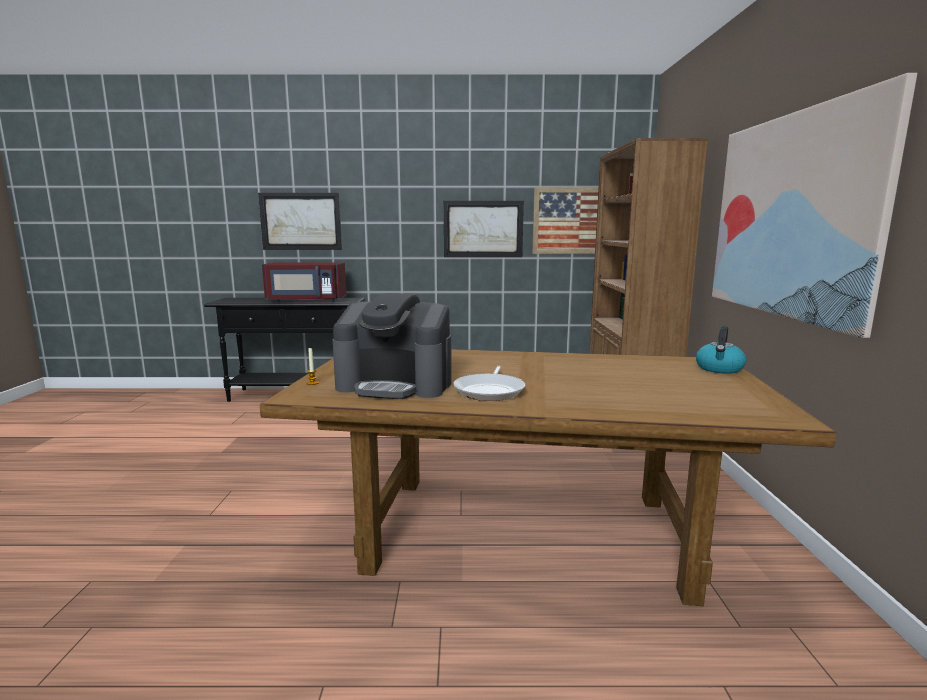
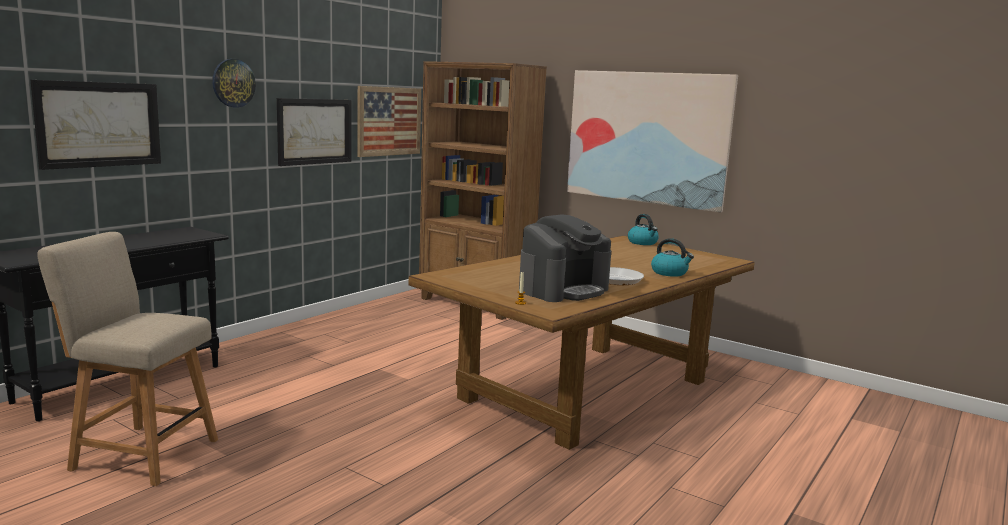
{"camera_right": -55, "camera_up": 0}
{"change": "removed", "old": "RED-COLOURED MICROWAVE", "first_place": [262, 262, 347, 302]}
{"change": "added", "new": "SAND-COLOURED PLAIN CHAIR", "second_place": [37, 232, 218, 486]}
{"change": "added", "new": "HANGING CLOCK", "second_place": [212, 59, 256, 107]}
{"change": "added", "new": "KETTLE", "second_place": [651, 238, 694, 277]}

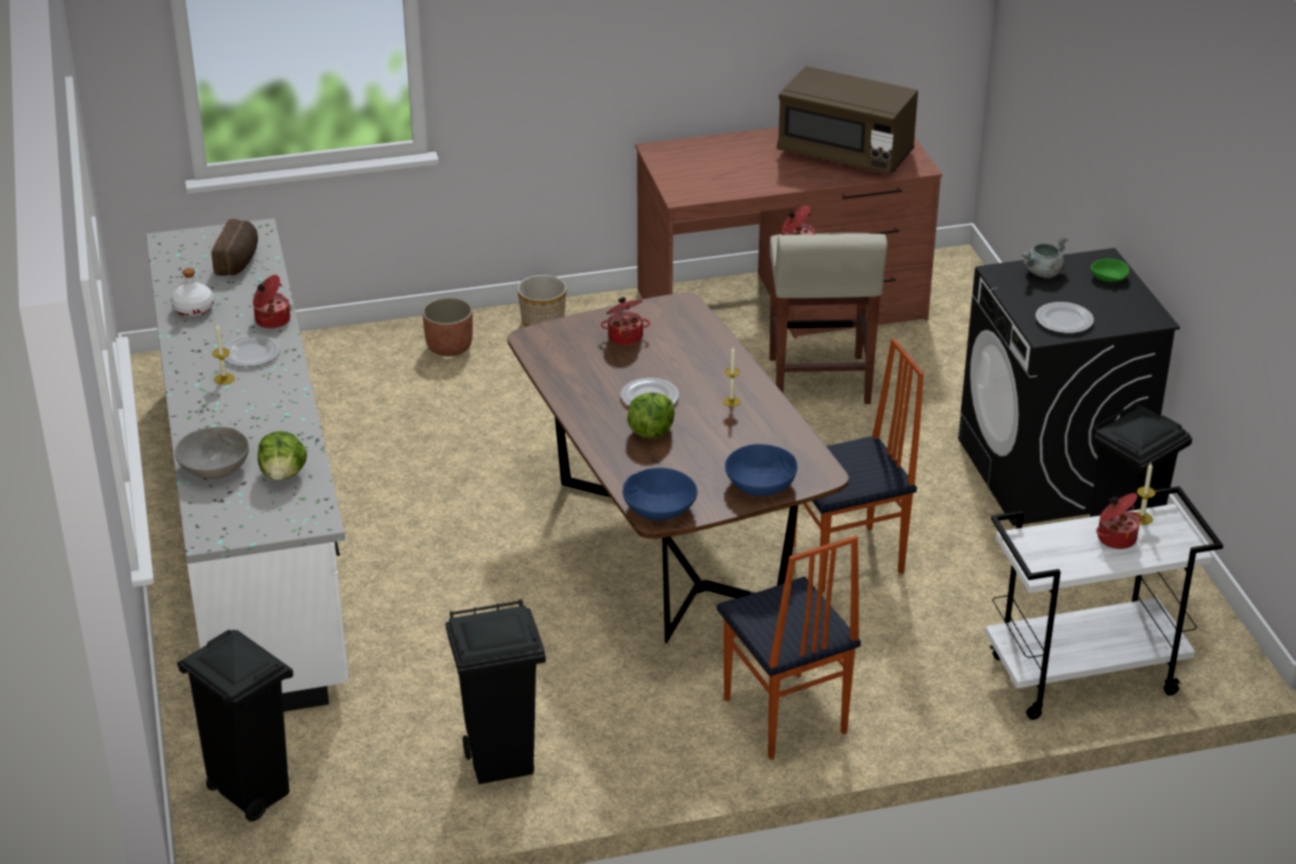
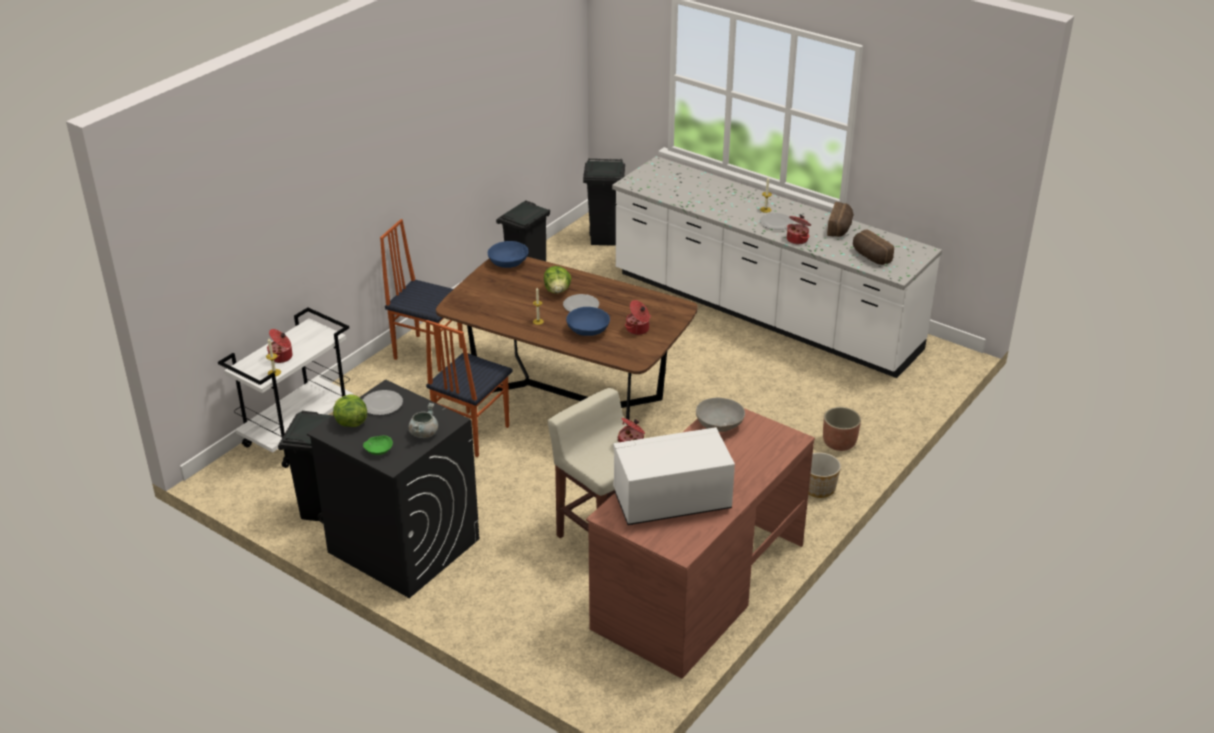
{"camera_right": 140, "camera_up": 0}
{"change": "replaced", "old": "WHITE BOTTLE", "new": "BAKERY BREAD", "first_place": [171, 268, 214, 317], "second_place": [827, 202, 854, 237]}
{"change": "moved", "old": "GREY DEEP DISH", "first_place": [175, 427, 249, 479], "second_place": [696, 398, 745, 432]}
{"change": "moved", "old": "LETTUCE HEAD", "first_place": [258, 431, 307, 481], "second_place": [333, 395, 367, 427]}
{"change": "moved", "old": "BLUE-COLOURED DEEP DISH", "first_place": [725, 444, 798, 496], "second_place": [566, 307, 610, 336]}
{"change": "recoloured", "old": "BROWN-COLOURED MICROWAVE", "new": "WHITE MICROWAVE", "first_place": [777, 66, 918, 174], "second_place": [613, 427, 735, 525]}

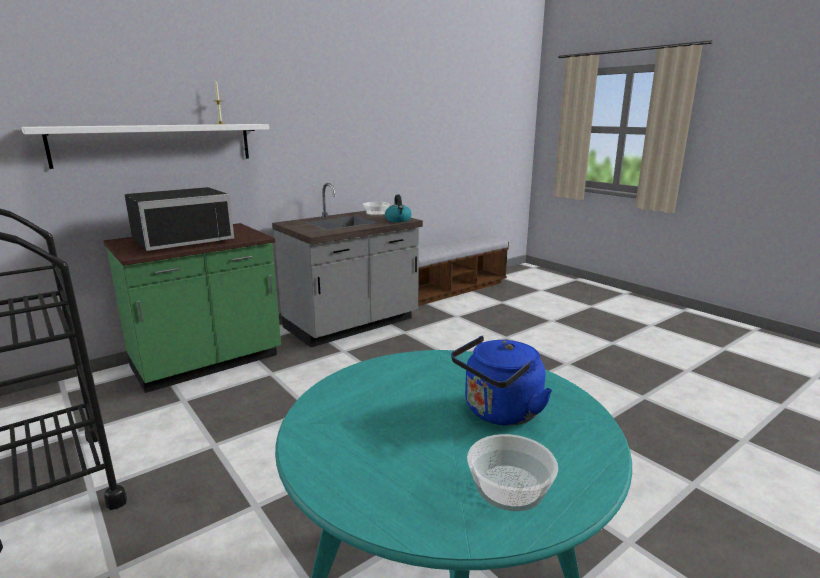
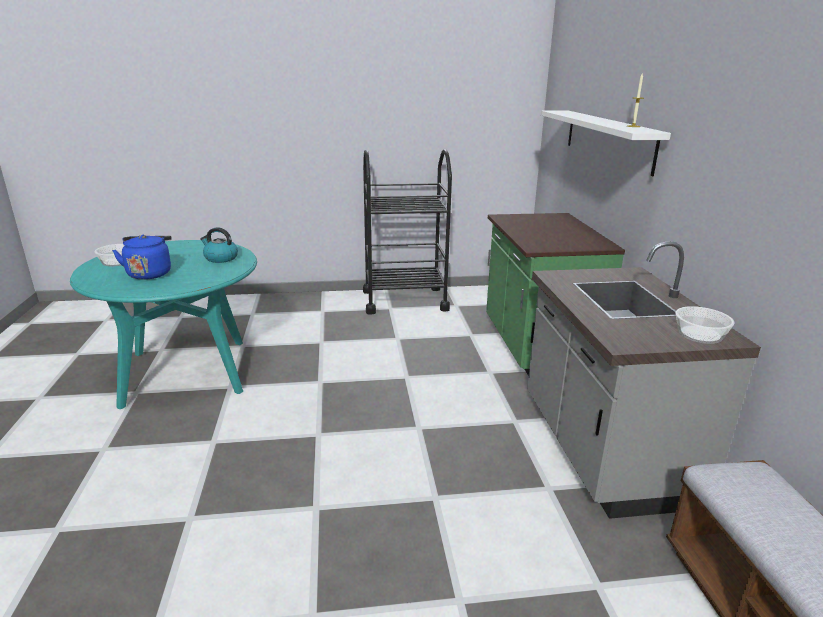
{"camera_right": 120, "camera_up": 5}
{"change": "removed", "old": "BLACK-COLOURED MICROWAVE", "first_place": [124, 187, 234, 251]}
{"change": "moved", "old": "KETTLE", "first_place": [385, 195, 412, 222], "second_place": [200, 227, 238, 263]}

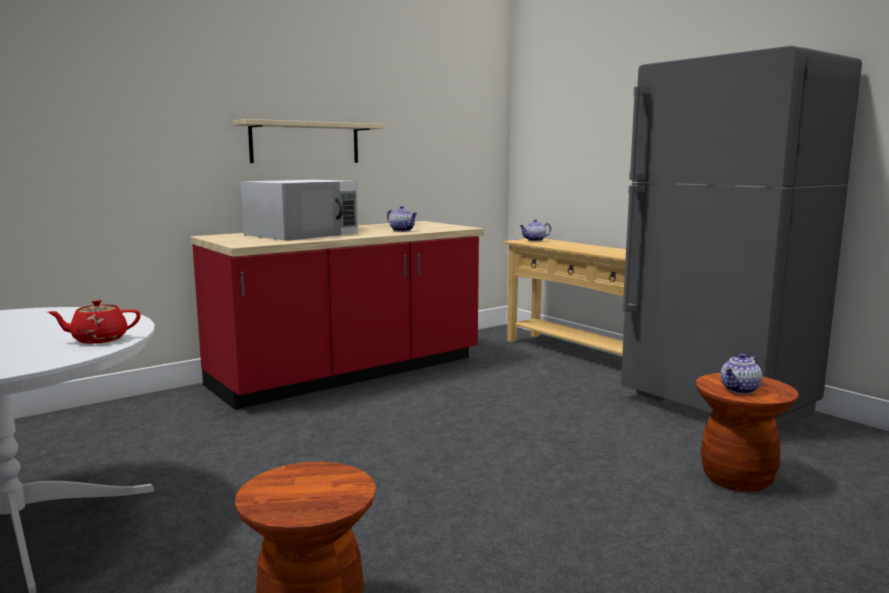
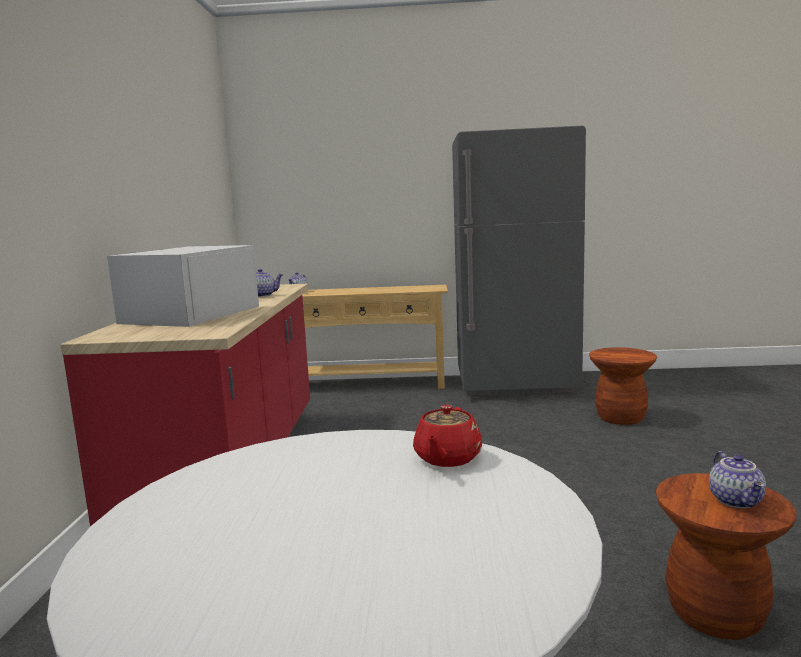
{"camera_right": -50, "camera_up": 0}
{"change": "removed", "old": "SAND-COLOURED SHELF", "first_place": [233, 119, 385, 163]}
{"change": "turned", "old": "WHITE MICROWAVE", "first_place": [241, 180, 358, 241], "second_place": [107, 245, 259, 327], "degrees": -150}
{"change": "moved", "old": "TEA POT", "first_place": [721, 354, 762, 394], "second_place": [709, 451, 766, 509]}

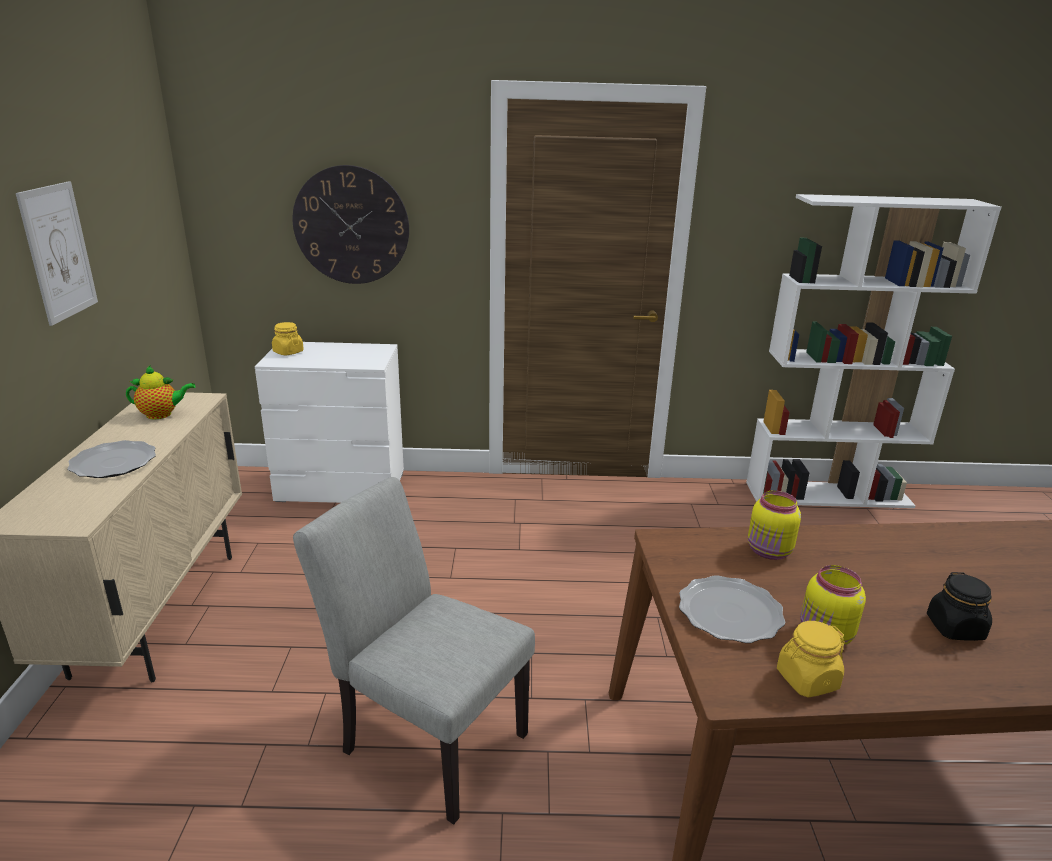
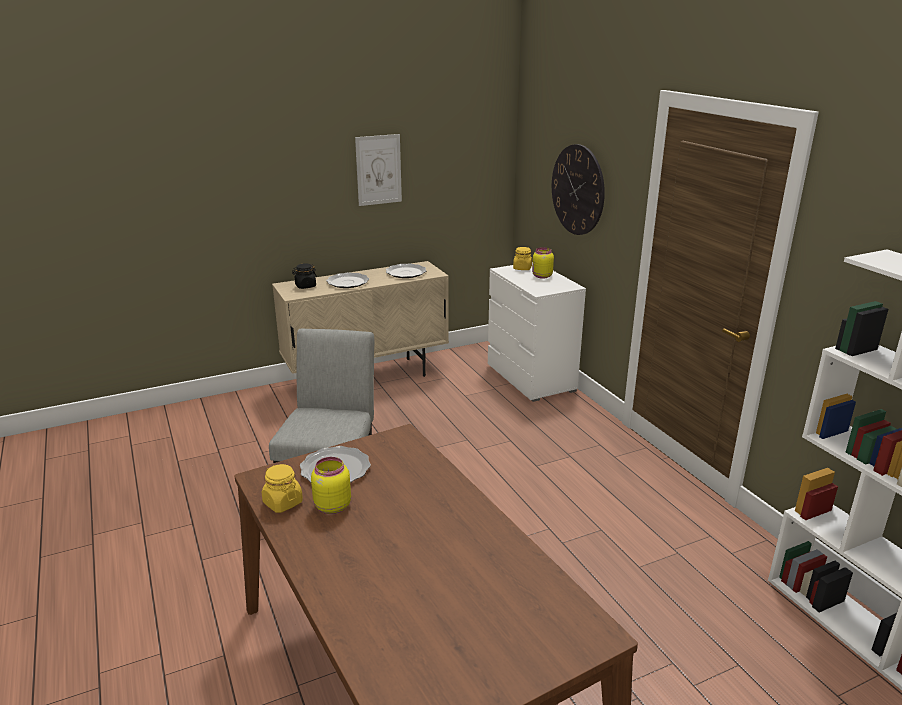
{"camera_right": 65, "camera_up": 0}
{"change": "replaced", "old": "TEA POT", "new": "DINNER PLATE", "first_place": [126, 366, 196, 419], "second_place": [386, 263, 426, 278]}
{"change": "moved", "old": "YELLOWISH JAR", "first_place": [748, 490, 801, 560], "second_place": [532, 247, 554, 279]}
{"change": "moved", "old": "BLACK-COLOURED JAR", "first_place": [927, 572, 992, 641], "second_place": [292, 264, 317, 289]}

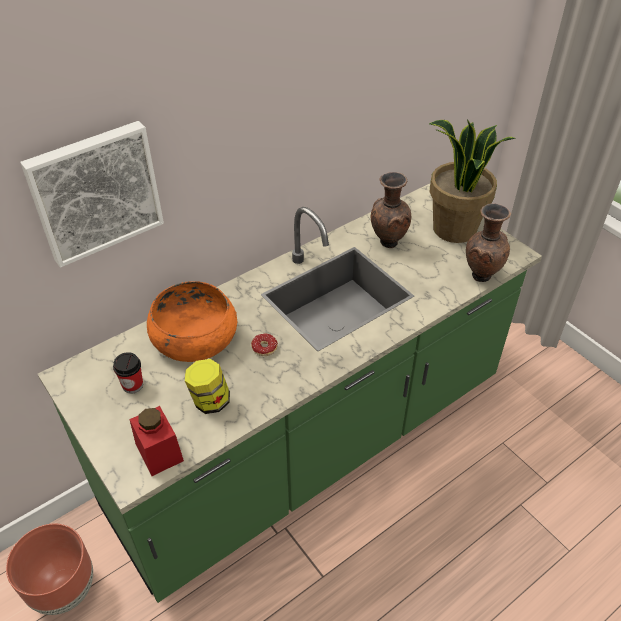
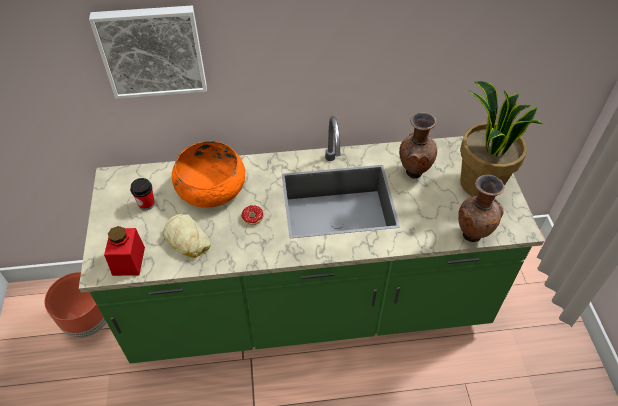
{"camera_right": 30, "camera_up": 5}
{"change": "replaced", "old": "JAR", "new": "BAKERY BREAD", "first_place": [184, 359, 230, 414], "second_place": [163, 214, 211, 258]}

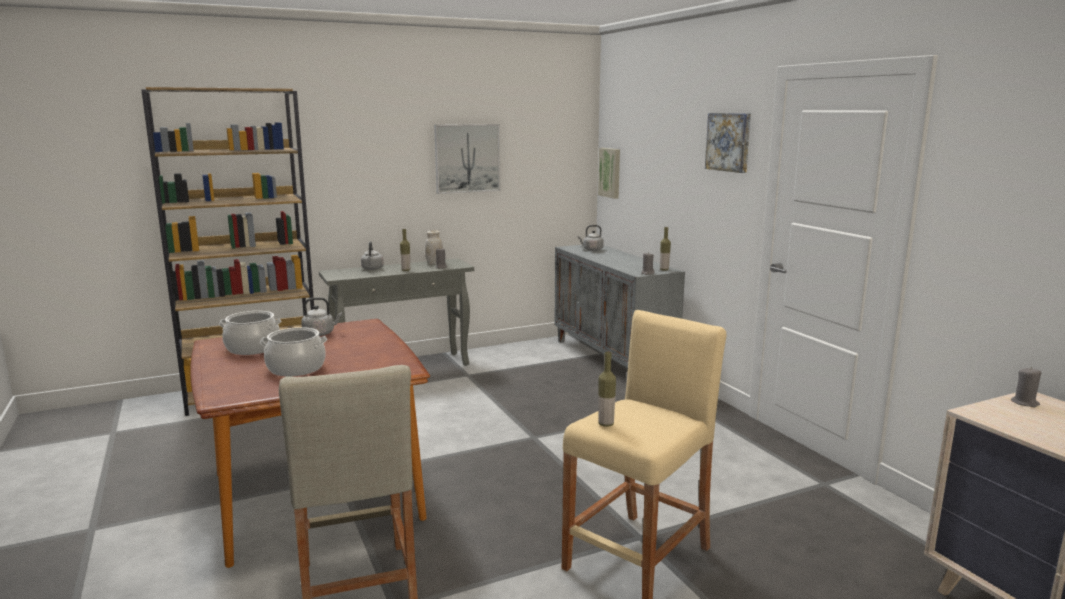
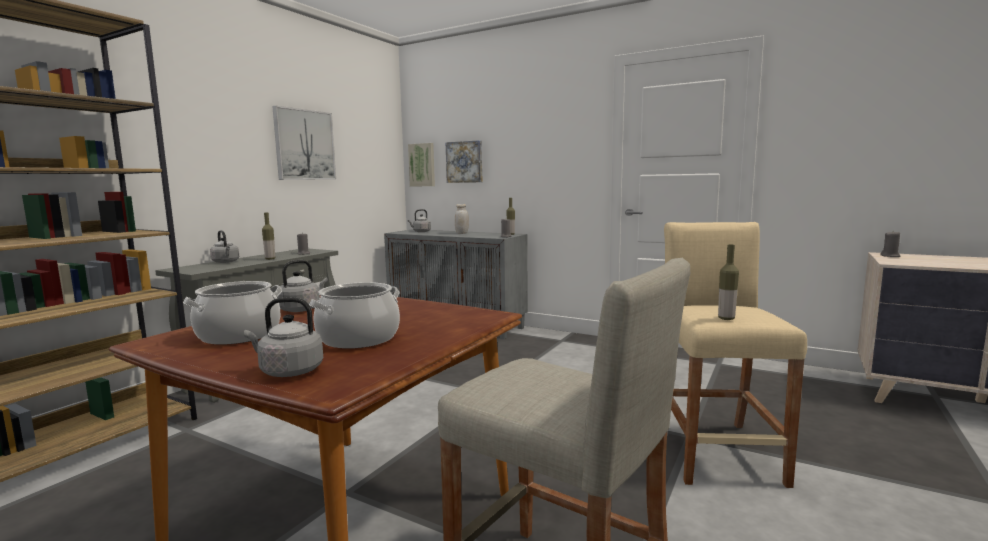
{"camera_right": -35, "camera_up": -5}
{"change": "moved", "old": "WHITE JAR", "first_place": [425, 230, 443, 265], "second_place": [455, 204, 469, 234]}
{"change": "moved", "old": "WALL ART", "first_place": [705, 113, 751, 173], "second_place": [446, 140, 482, 183]}
{"change": "added", "new": "GREY KETTLE", "second_place": [244, 297, 323, 377]}

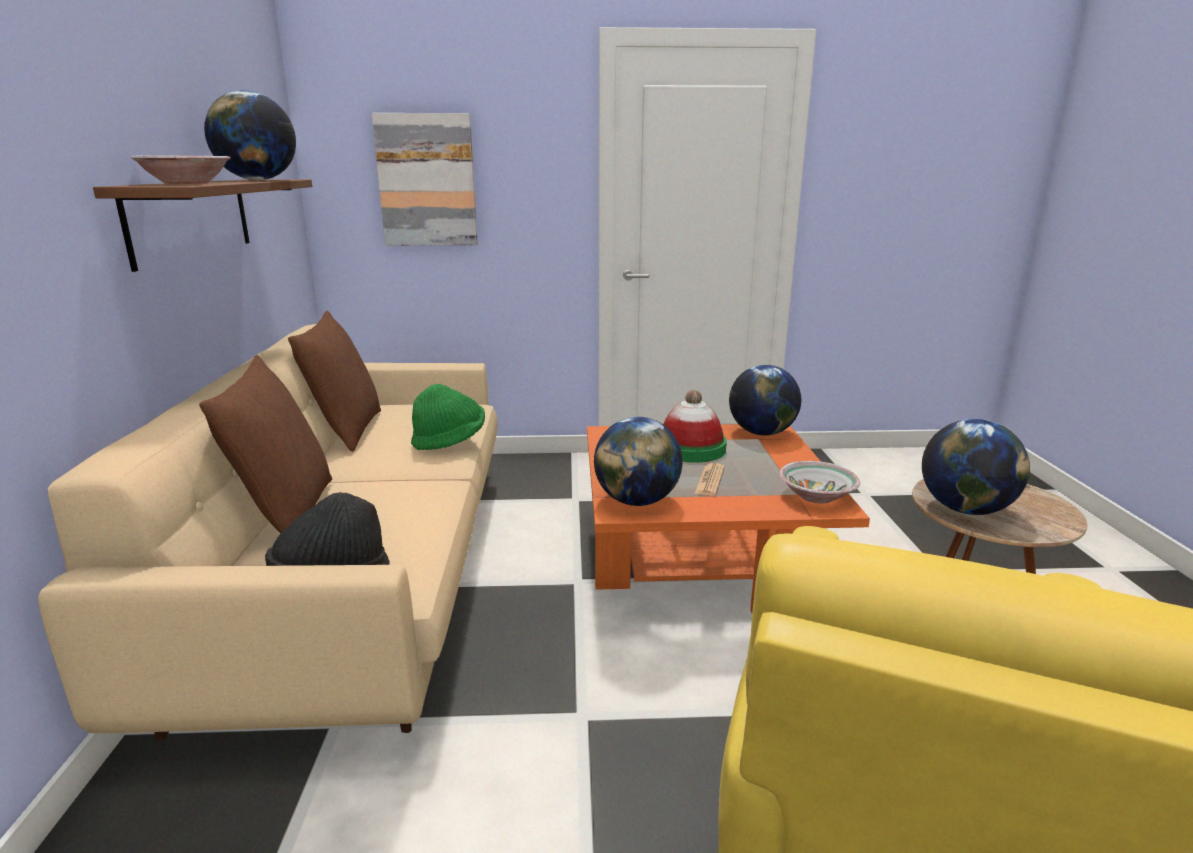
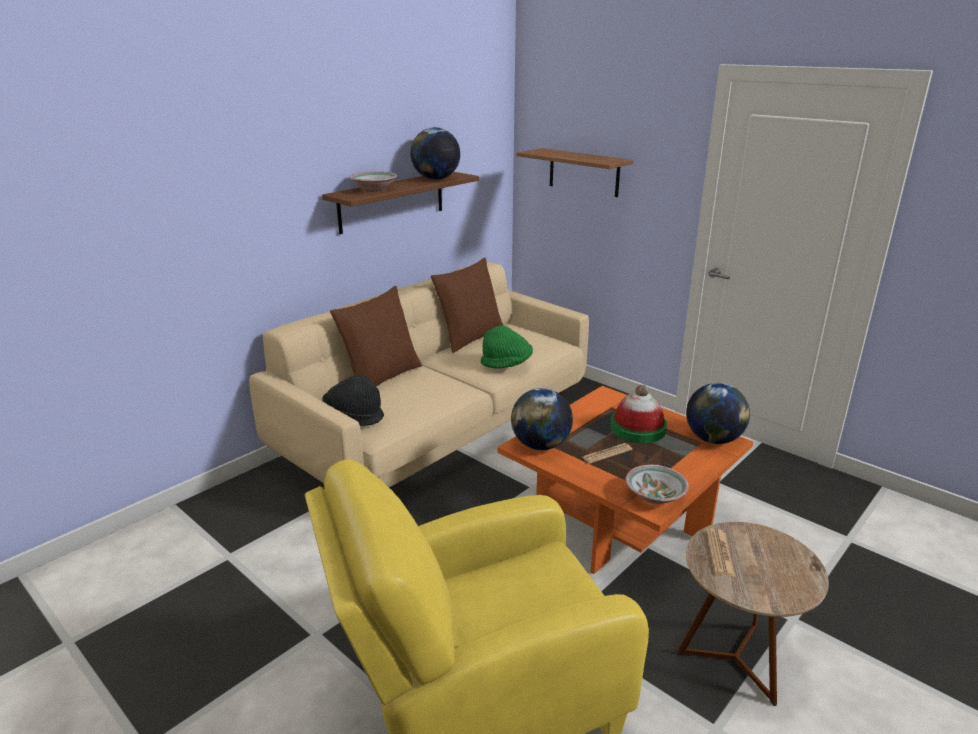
{"camera_right": 45, "camera_up": 5}
{"change": "replaced", "old": "WALL ART", "new": "SHELF", "first_place": [372, 113, 477, 246], "second_place": [516, 148, 633, 197]}
{"change": "replaced", "old": "DESK GLOBE", "new": "DAILY PAPER", "first_place": [922, 419, 1030, 515], "second_place": [706, 528, 736, 577]}

